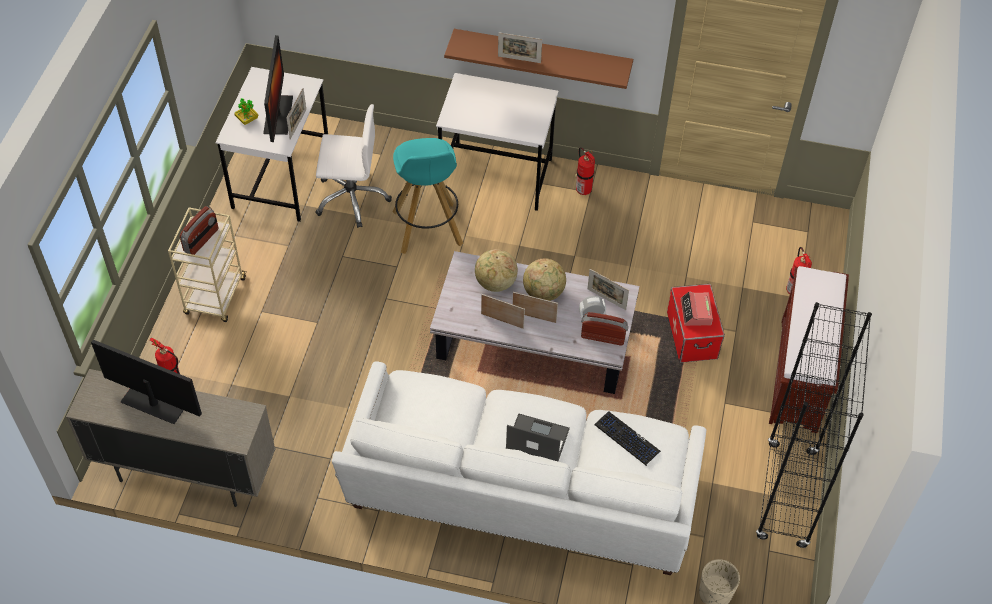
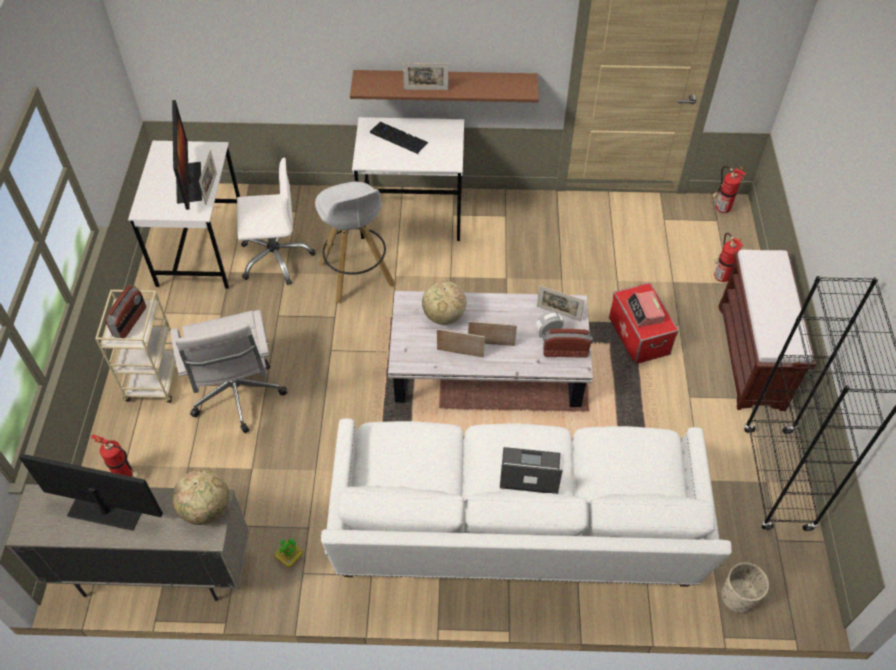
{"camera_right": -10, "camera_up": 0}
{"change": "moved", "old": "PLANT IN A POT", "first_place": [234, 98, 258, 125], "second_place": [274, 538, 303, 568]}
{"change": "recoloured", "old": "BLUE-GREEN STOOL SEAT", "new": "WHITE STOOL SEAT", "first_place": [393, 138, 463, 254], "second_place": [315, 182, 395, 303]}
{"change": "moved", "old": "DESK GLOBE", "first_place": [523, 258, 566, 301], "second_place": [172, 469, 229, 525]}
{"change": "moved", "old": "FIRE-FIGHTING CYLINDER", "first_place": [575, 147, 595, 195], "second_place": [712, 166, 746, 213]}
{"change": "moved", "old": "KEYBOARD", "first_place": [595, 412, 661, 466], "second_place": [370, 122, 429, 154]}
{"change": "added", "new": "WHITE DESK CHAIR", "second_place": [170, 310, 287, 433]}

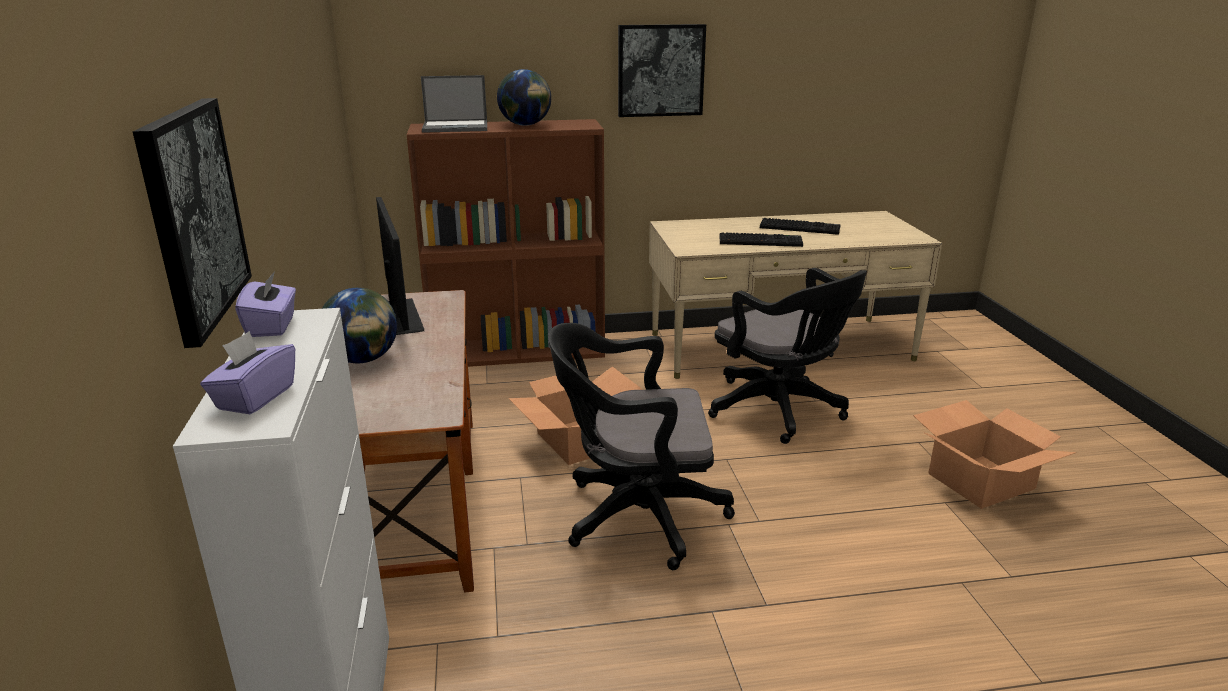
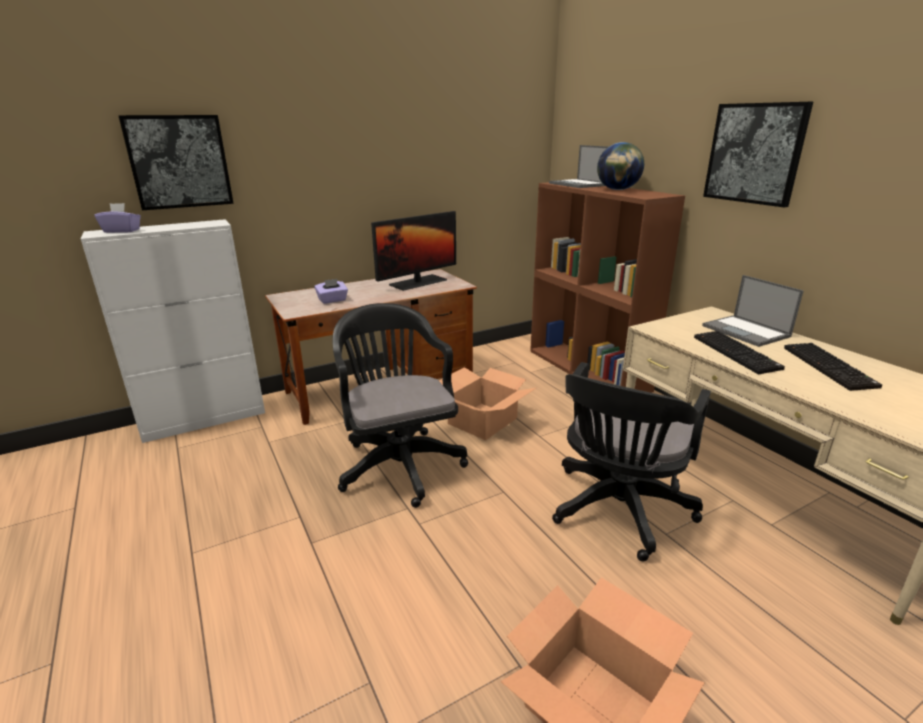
{"camera_right": 70, "camera_up": 0}
{"change": "moved", "old": "PURPLE-COLOURED TISSUE BOX", "first_place": [235, 271, 296, 337], "second_place": [315, 279, 348, 304]}
{"change": "removed", "old": "DESK GLOBE", "first_place": [322, 288, 397, 363]}
{"change": "added", "new": "PORTABLE COMPUTER", "second_place": [702, 275, 804, 347]}

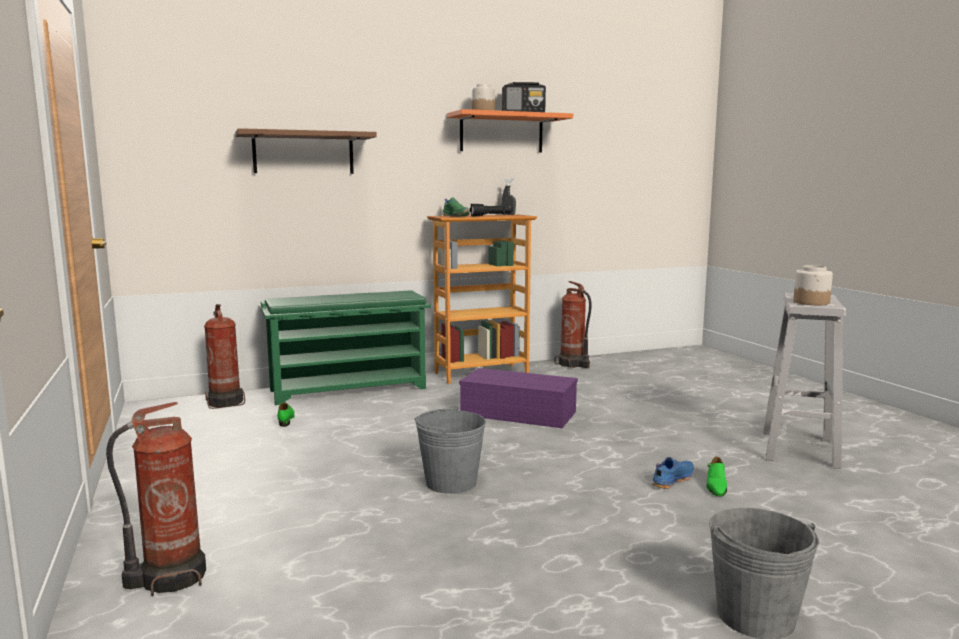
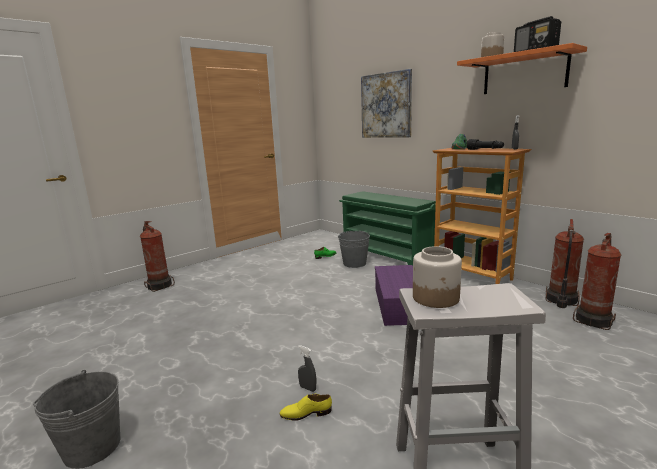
{"camera_right": 70, "camera_up": 5}
{"change": "moved", "old": "FIRE-FIGHTING CYLINDER", "first_place": [204, 304, 245, 409], "second_place": [573, 233, 622, 330]}
{"change": "replaced", "old": "BROWN-COLOURED SHELF", "new": "WALL ART", "first_place": [235, 128, 377, 174], "second_place": [361, 69, 412, 138]}
{"change": "moved", "old": "GREY WATER BUCKET", "first_place": [415, 406, 486, 494], "second_place": [338, 231, 370, 268]}
{"change": "replaced", "old": "BLUE-COLOURED LOW SHOE", "new": "GREY SPRAY BOTTLE", "first_place": [652, 457, 694, 489], "second_place": [298, 345, 316, 392]}
{"change": "recoloured", "old": "GREENISH LOW SHOE", "new": "YELLOWISH LOW SHOE", "first_place": [706, 457, 727, 496], "second_place": [279, 394, 332, 421]}

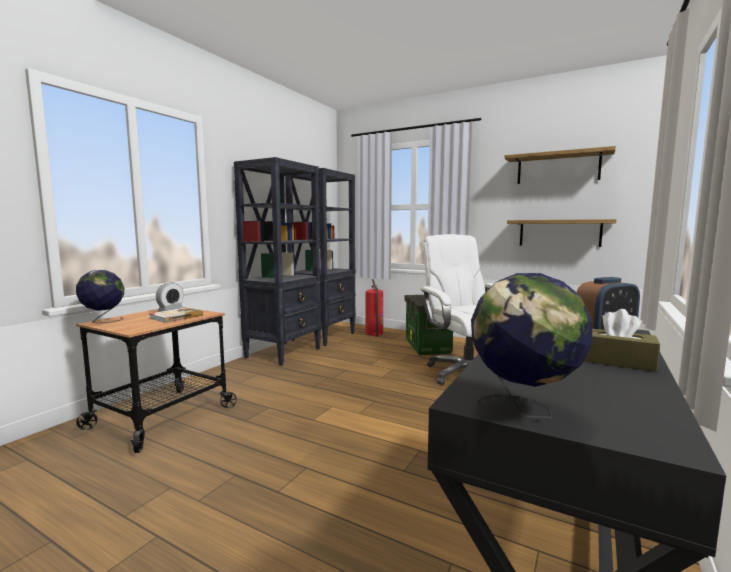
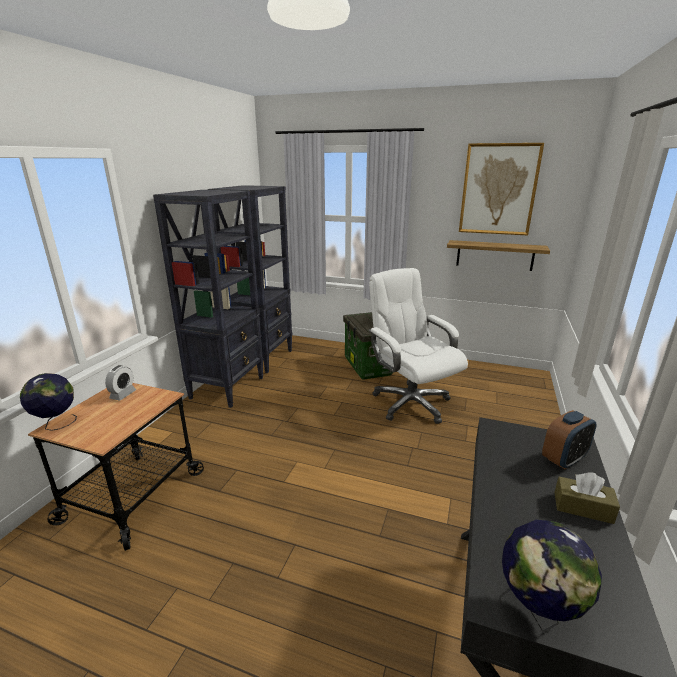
{"camera_right": -10, "camera_up": 15}
{"change": "removed", "old": "BOOK", "first_place": [149, 307, 203, 323]}
{"change": "removed", "old": "FIRE-FIGHTING CYLINDER", "first_place": [365, 279, 383, 336]}
{"change": "replaced", "old": "SHELF", "new": "WALL ART", "first_place": [504, 146, 616, 184], "second_place": [459, 143, 544, 235]}

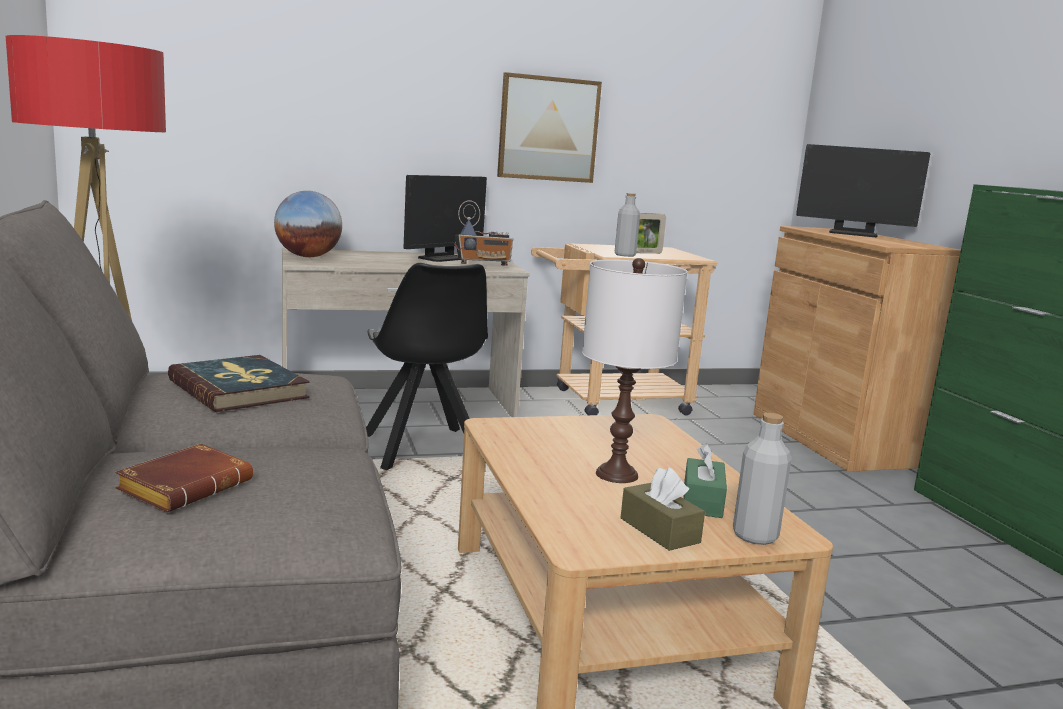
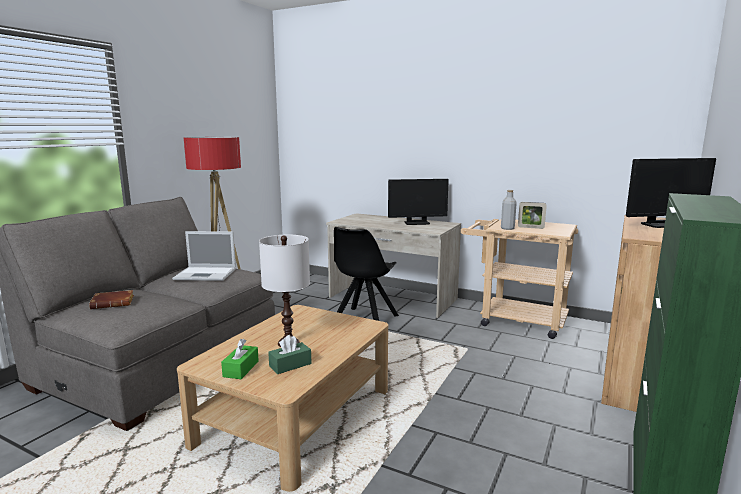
{"camera_right": 45, "camera_up": 0}
{"change": "replaced", "old": "BOOK", "new": "PORTABLE COMPUTER", "first_place": [168, 355, 310, 412], "second_place": [172, 231, 236, 281]}
{"change": "removed", "old": "DESK GLOBE", "first_place": [274, 191, 342, 257]}
{"change": "removed", "old": "RADIO RECEIVER", "first_place": [454, 200, 513, 266]}
{"change": "removed", "old": "WALL ART", "first_place": [497, 72, 602, 183]}
{"change": "recoloured", "old": "BROWN-COLOURED TISSUE BOX", "new": "GREENISH TISSUE BOX", "first_place": [621, 467, 705, 551], "second_place": [221, 339, 259, 379]}
{"change": "removed", "old": "GREY BOTTLE", "first_place": [733, 413, 791, 545]}
{"change": "turned", "old": "COMPUTER SCREEN", "first_place": [796, 144, 930, 237], "second_place": [626, 158, 716, 228], "degrees": -75}

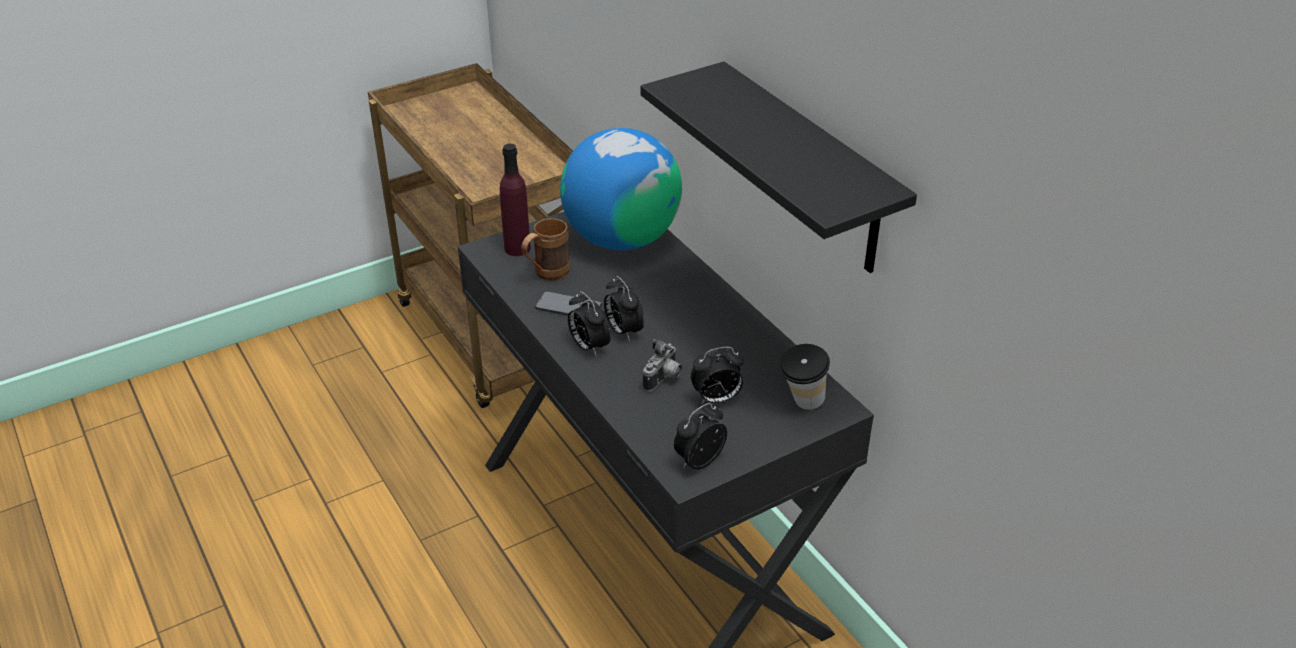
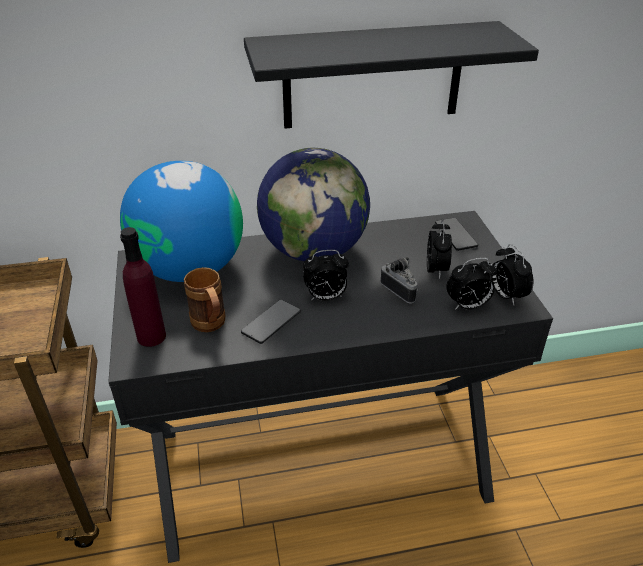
{"camera_right": -70, "camera_up": 0}
{"change": "moved", "old": "BEDSIDE CLOCK", "first_place": [568, 291, 611, 357], "second_place": [446, 258, 497, 310]}
{"change": "replaced", "old": "DRINKING CUP", "new": "HANDSET", "first_place": [779, 344, 830, 410], "second_place": [435, 218, 478, 251]}
{"change": "added", "new": "DESK GLOBE", "second_place": [257, 148, 370, 261]}

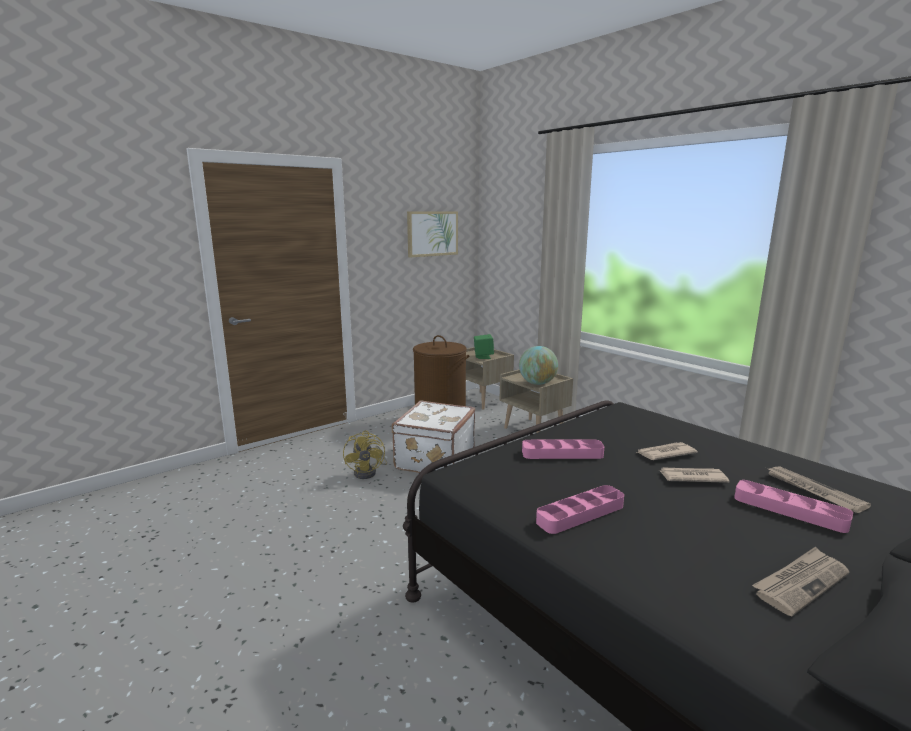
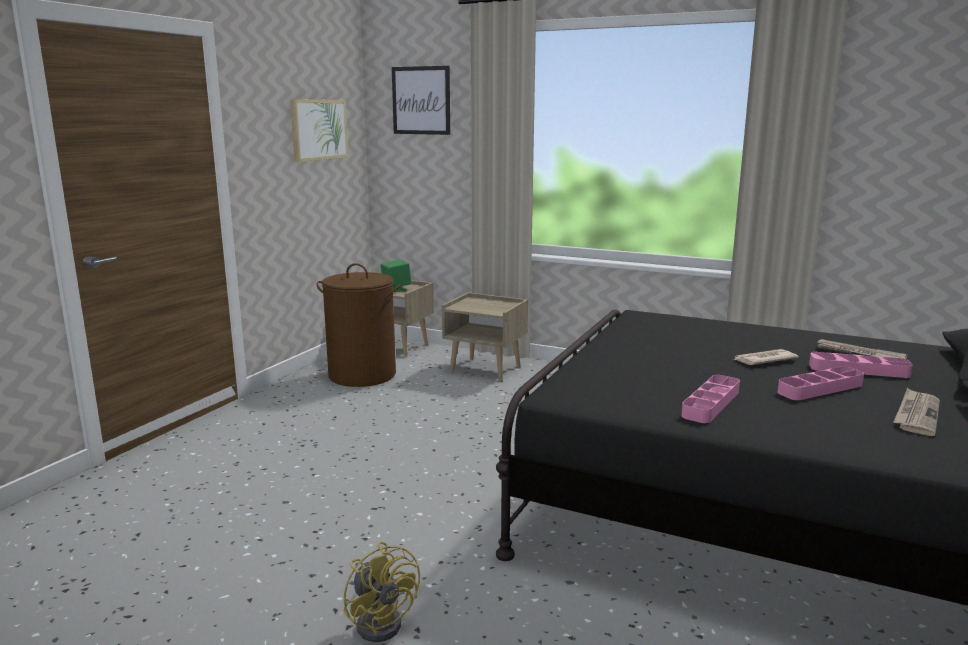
{"camera_right": -25, "camera_up": 0}
{"change": "moved", "old": "YELLOWISH ELECTRIC FAN", "first_place": [343, 430, 387, 479], "second_place": [344, 542, 420, 642]}
{"change": "removed", "old": "WHITE TRAVEL CASE", "first_place": [392, 400, 475, 473]}
{"change": "removed", "old": "DESK GLOBE", "first_place": [519, 346, 558, 385]}
{"change": "moved", "old": "PINKISH CARRYING TRAY", "first_place": [522, 440, 604, 459], "second_place": [777, 366, 864, 400]}
{"change": "removed", "old": "DAILY PAPER", "first_place": [636, 442, 698, 460]}
{"change": "added", "new": "WALL ART", "second_place": [392, 66, 450, 135]}

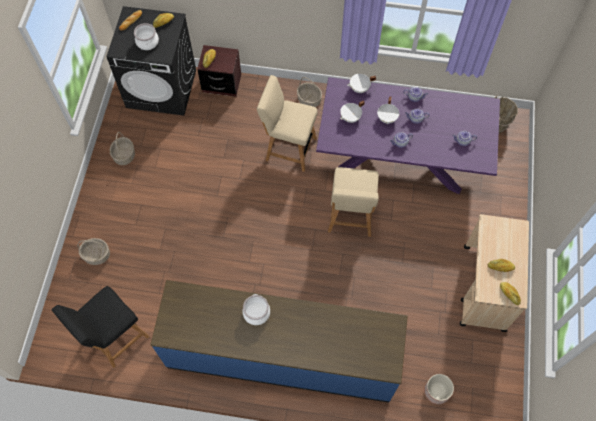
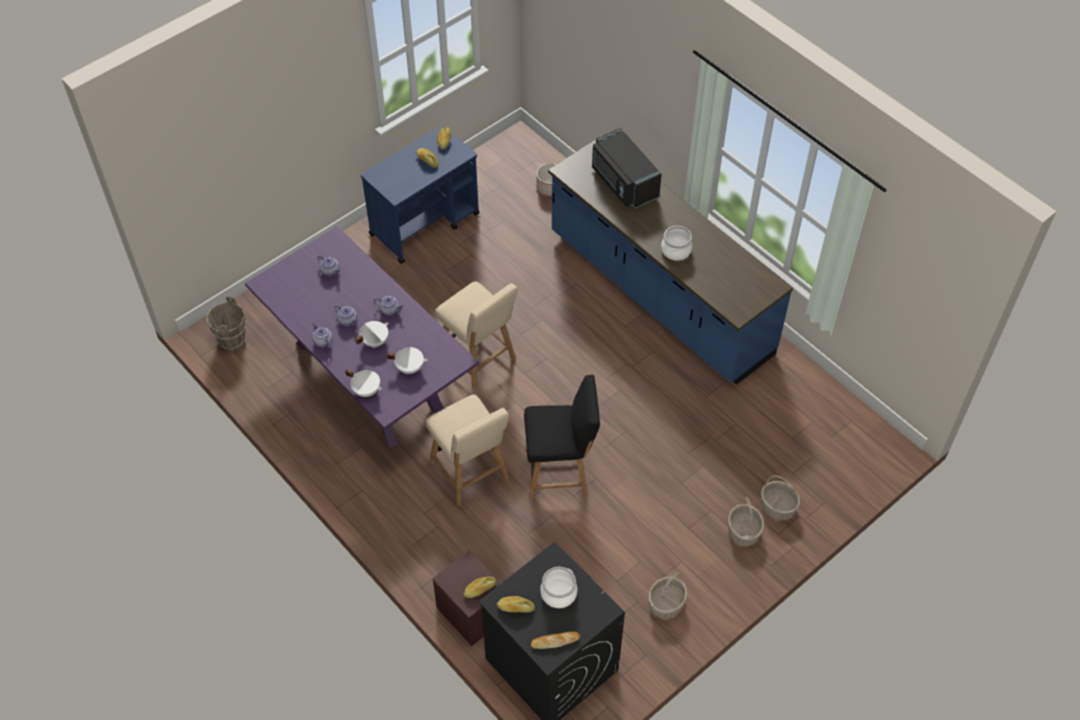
{"camera_right": -140, "camera_up": -10}
{"change": "moved", "old": "BLACK-COLOURED PLAIN CHAIR", "first_place": [52, 286, 150, 368], "second_place": [524, 375, 600, 500]}
{"change": "moved", "old": "STORAGE BASKET", "first_place": [297, 77, 322, 107], "second_place": [728, 497, 764, 546]}
{"change": "turned", "old": "SAND-COLOURED PLAIN CHAIR", "first_place": [328, 167, 379, 237], "second_place": [435, 281, 518, 389], "degrees": 90}
{"change": "recoloured", "old": "SAND-COLOURED CART", "new": "BLUE-COLOURED CART", "first_place": [460, 214, 529, 332], "second_place": [361, 125, 479, 264]}
{"change": "added", "new": "BLACK-COLOURED MICROWAVE", "second_place": [592, 128, 662, 208]}

